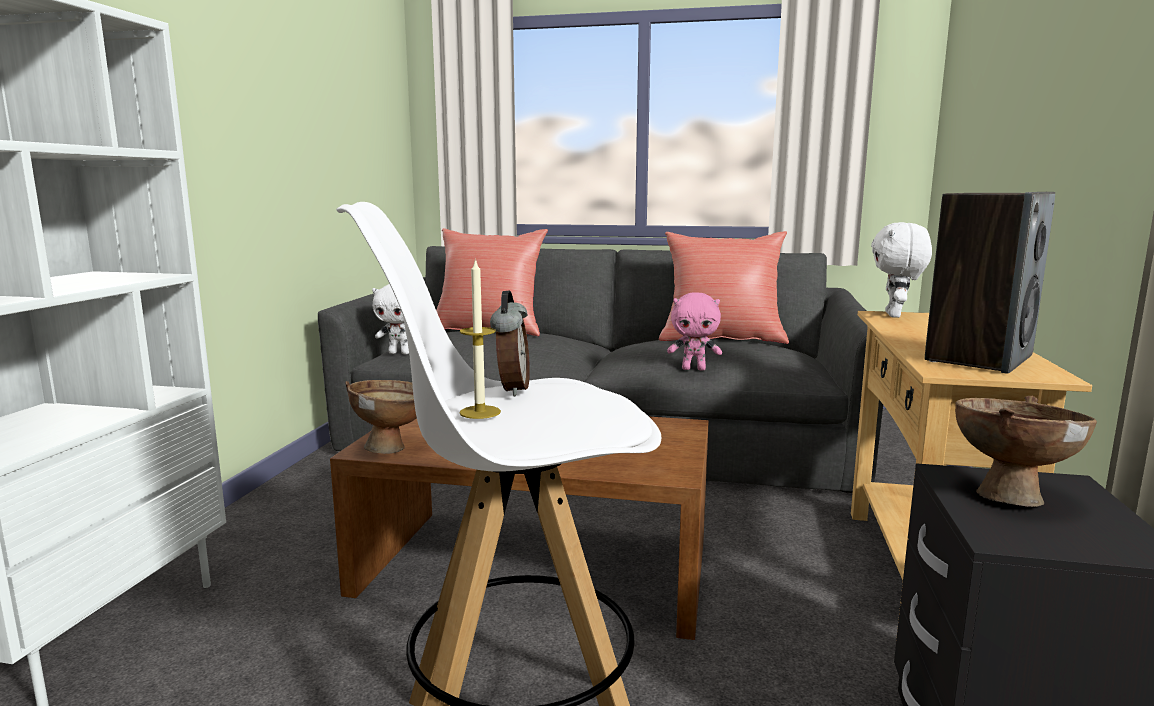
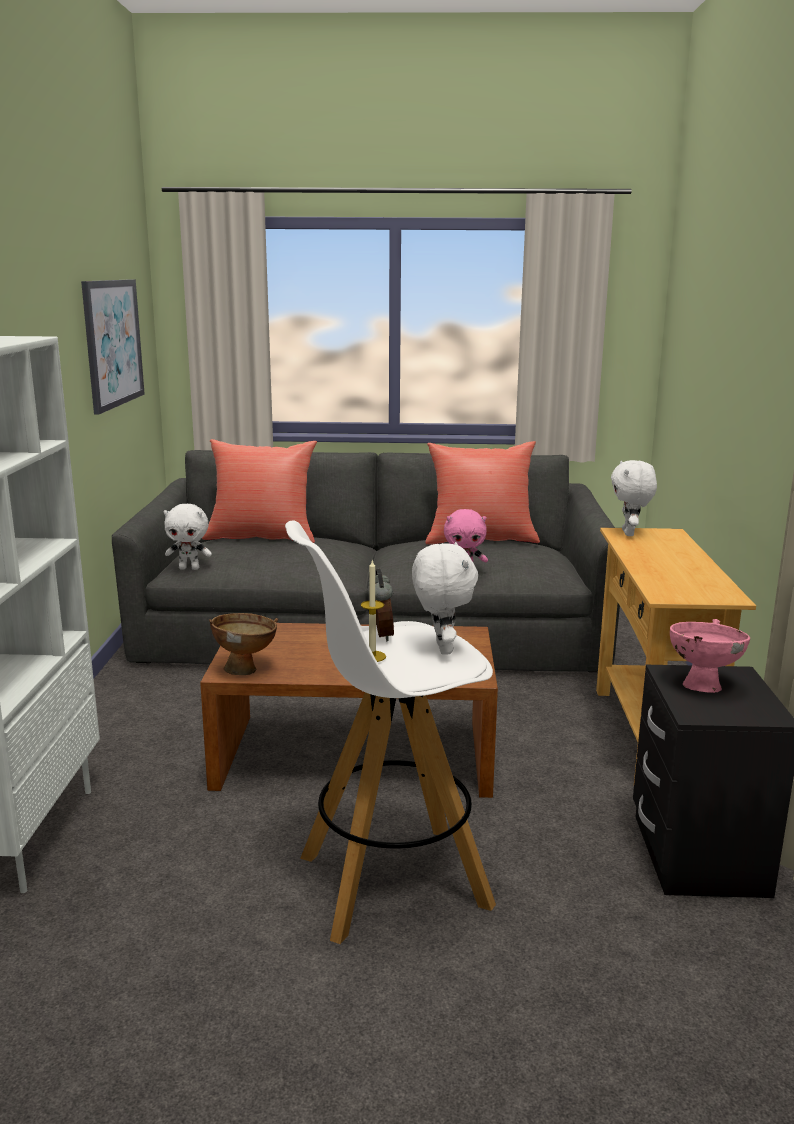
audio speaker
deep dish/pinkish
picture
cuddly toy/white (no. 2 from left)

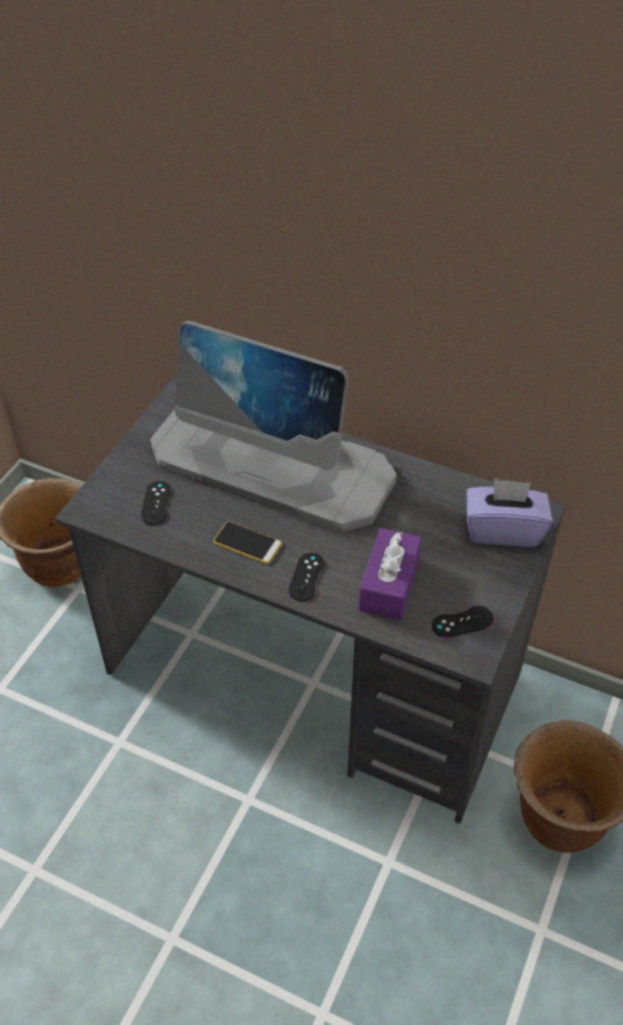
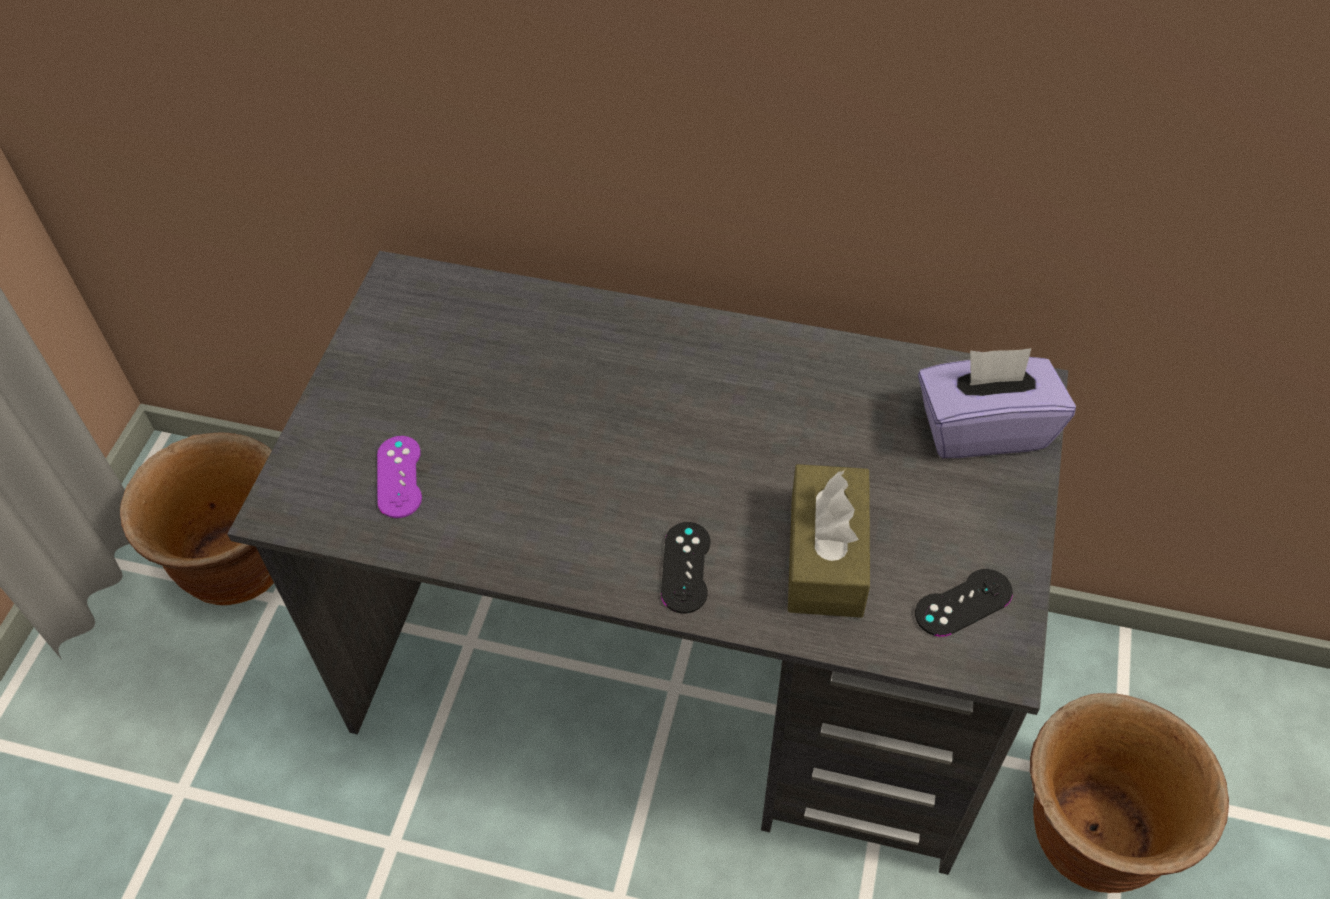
computer display
joypad/purple
handset
tissue box/brownish

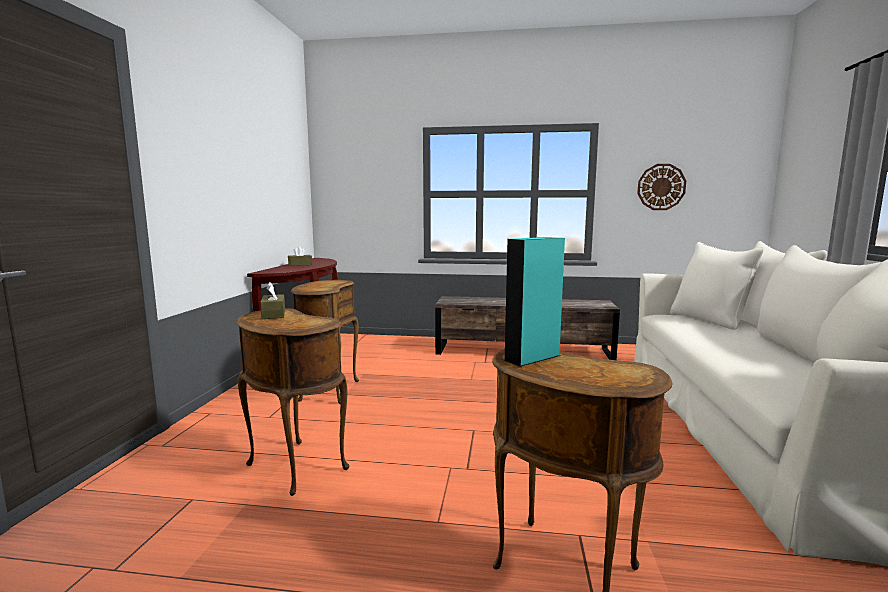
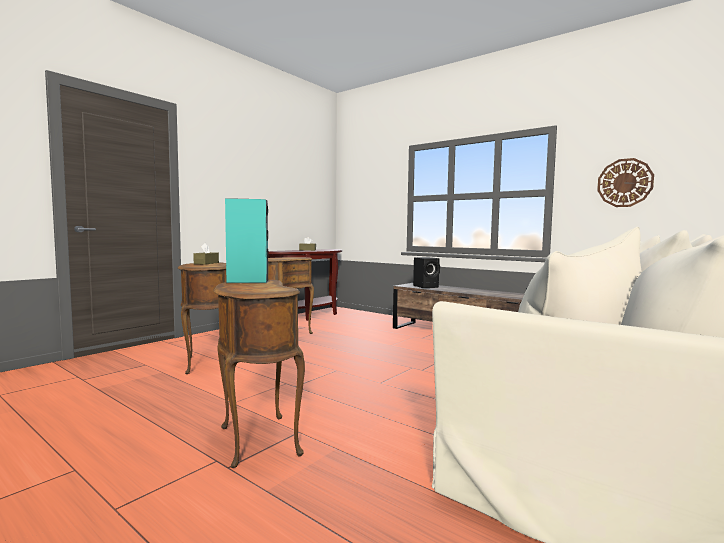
audio speaker/black-coloured

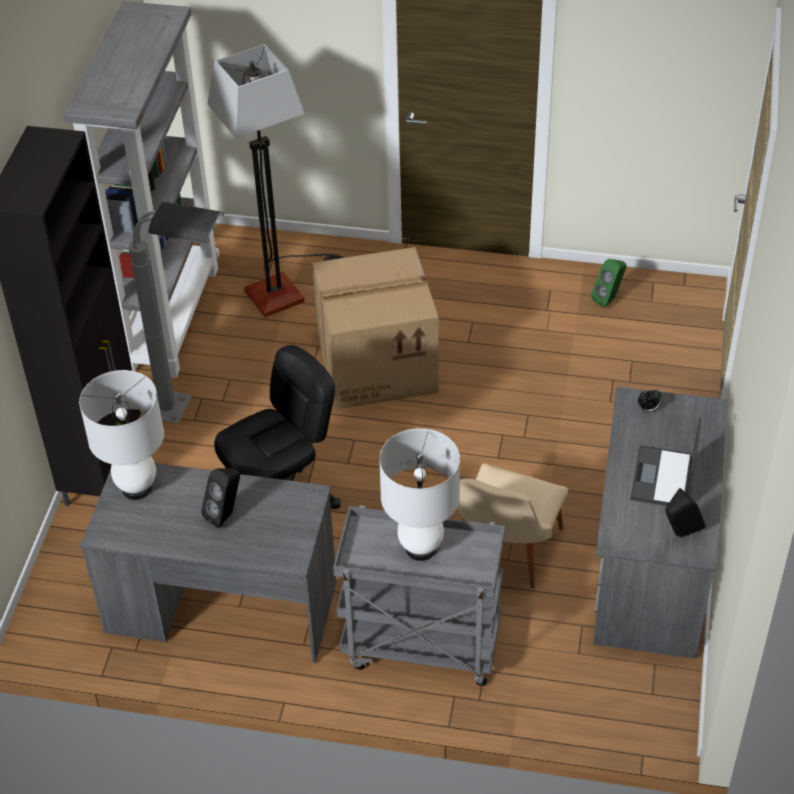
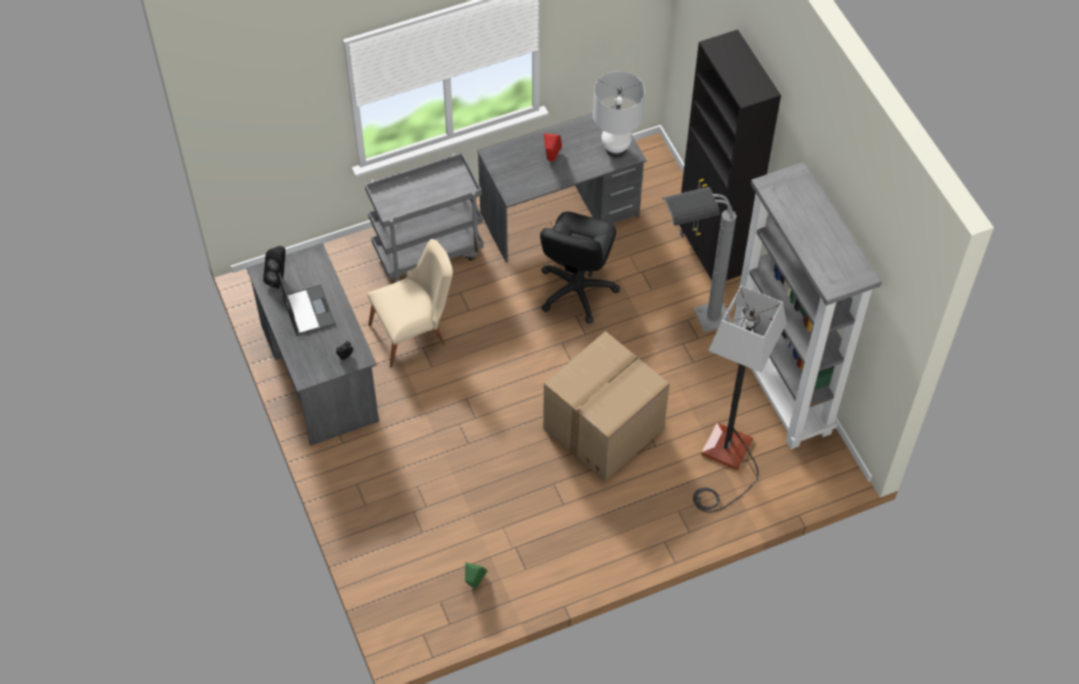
tabletop lamp/white (no. 2 from left in the first image)
upright chair/beige
audio speaker/red-coloured

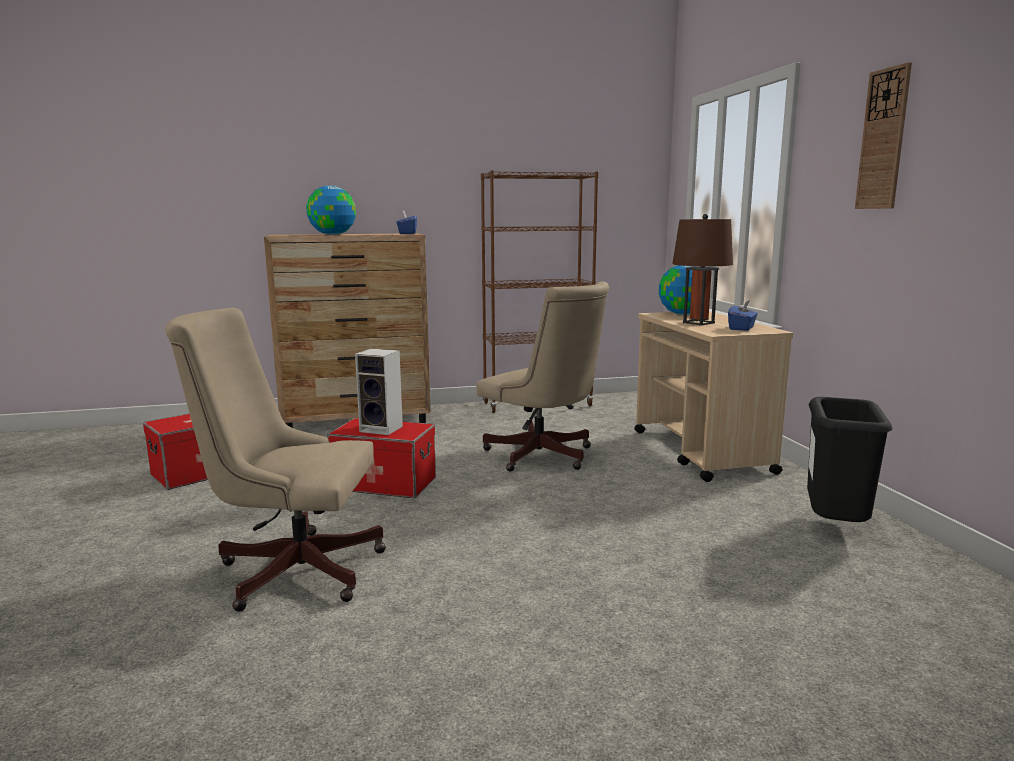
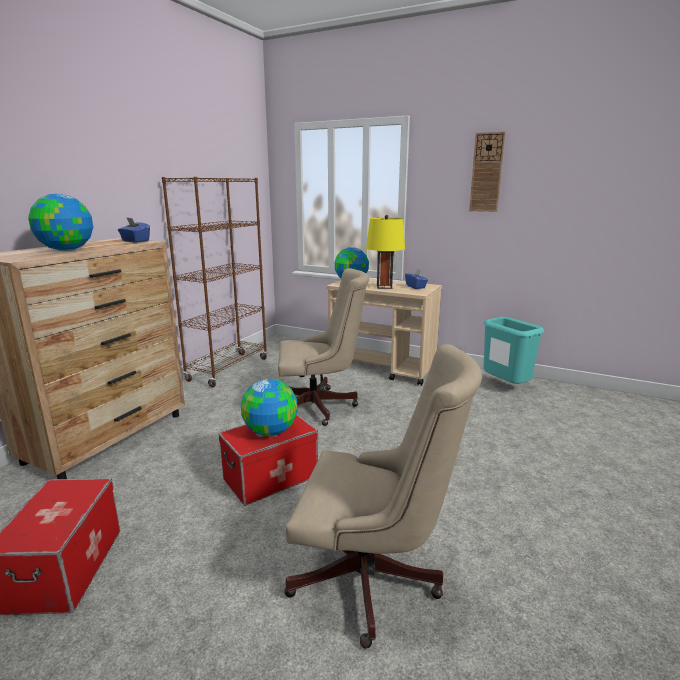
tabletop lamp/yellowish
office chair/beige (no. 2 from left)
globe (no. 2 from left)
waste bin/blue-green

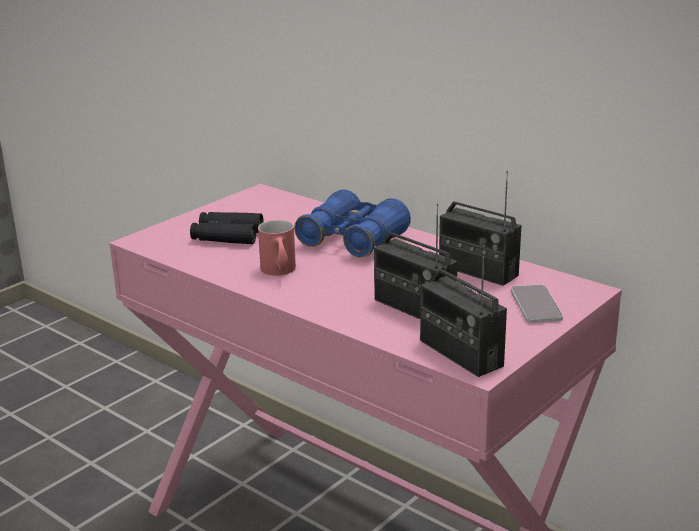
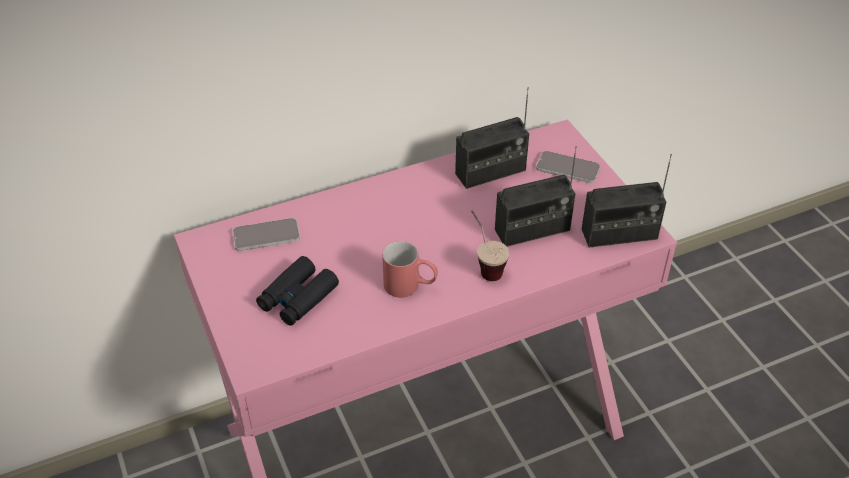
field glasses/bluish
cup
handset (no. 1 from left)

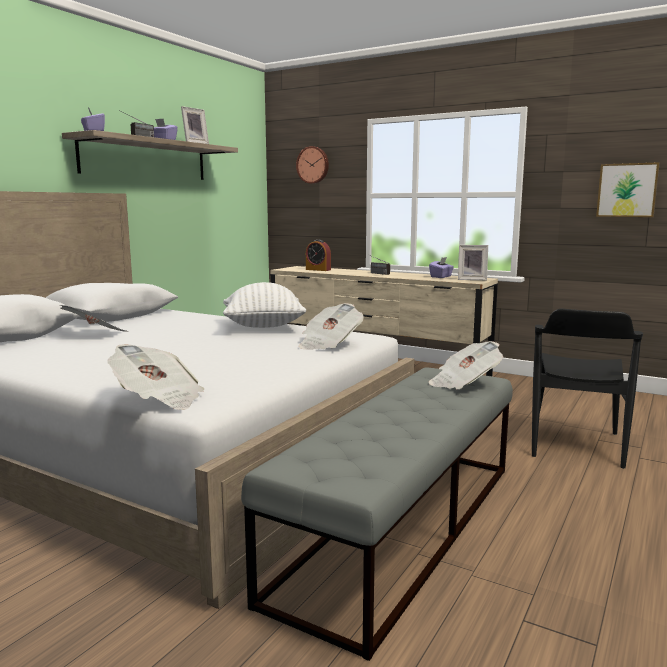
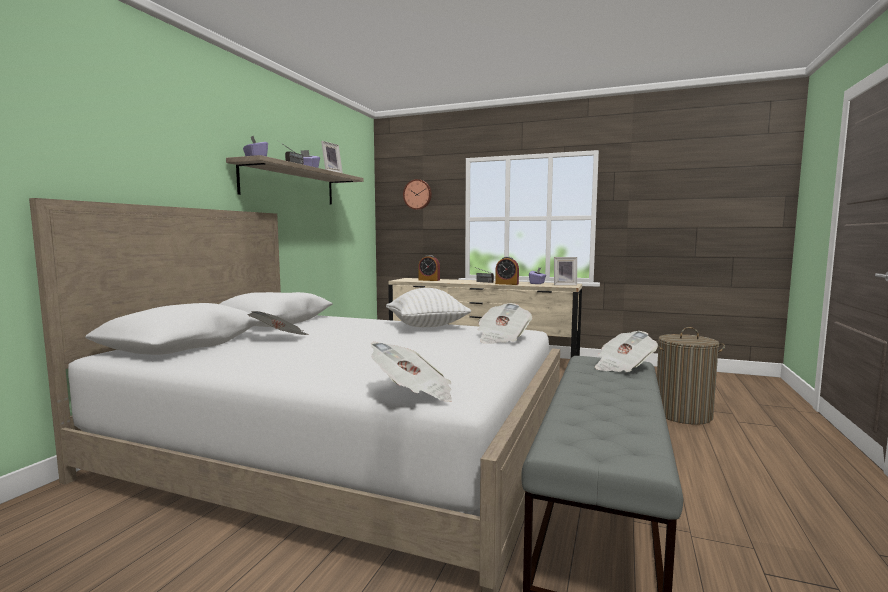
picture
hamper
table clock (no. 2 from left)

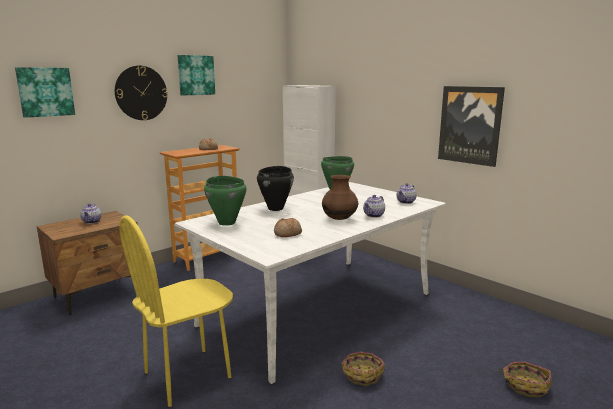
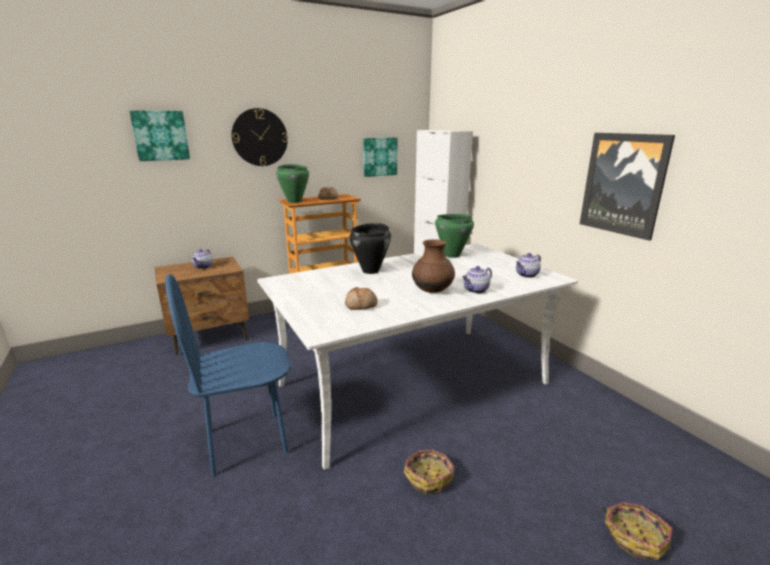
picture (no. 2 from left)
saucepot/green (no. 1 from left)
upright chair/bluish

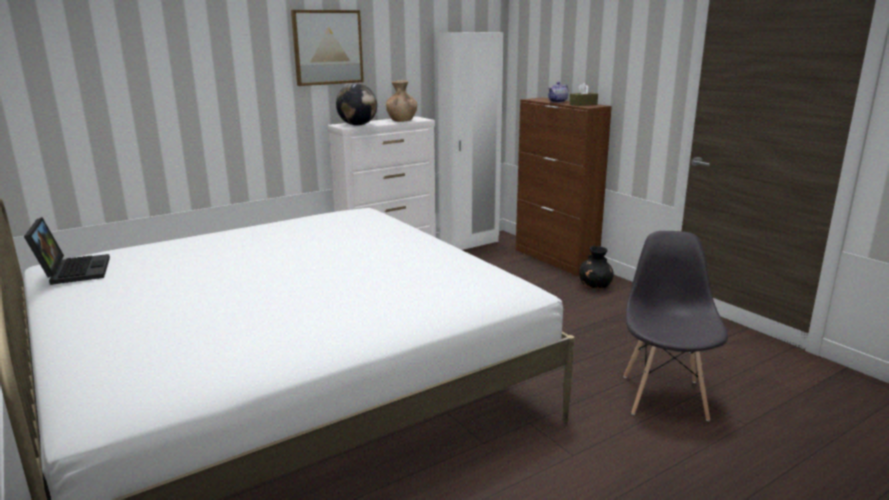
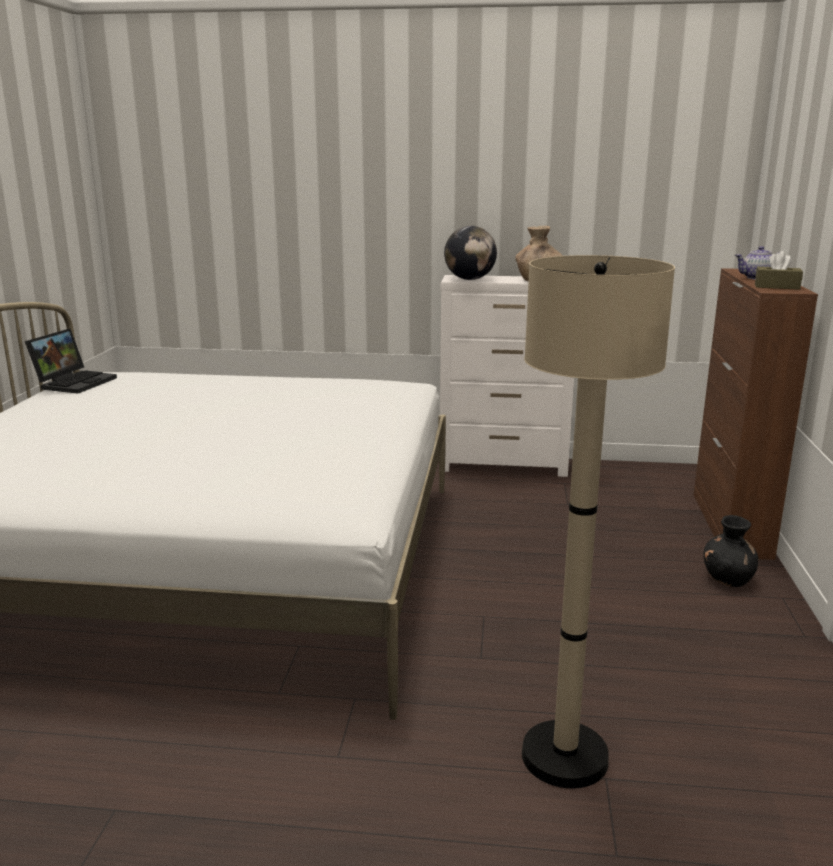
picture
armoire/white
floor lamp/beige

